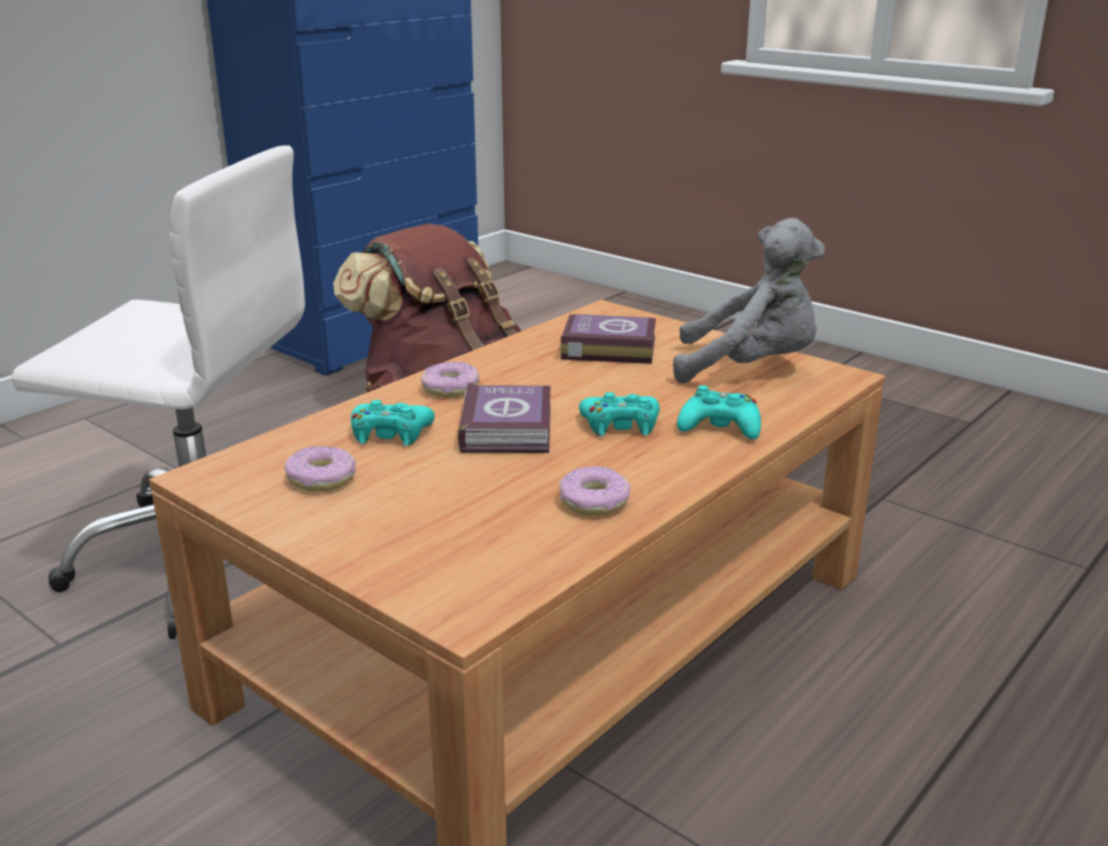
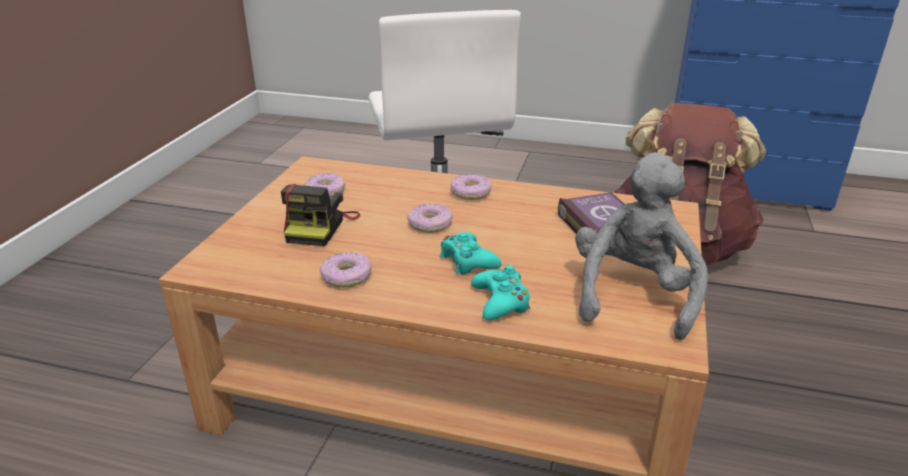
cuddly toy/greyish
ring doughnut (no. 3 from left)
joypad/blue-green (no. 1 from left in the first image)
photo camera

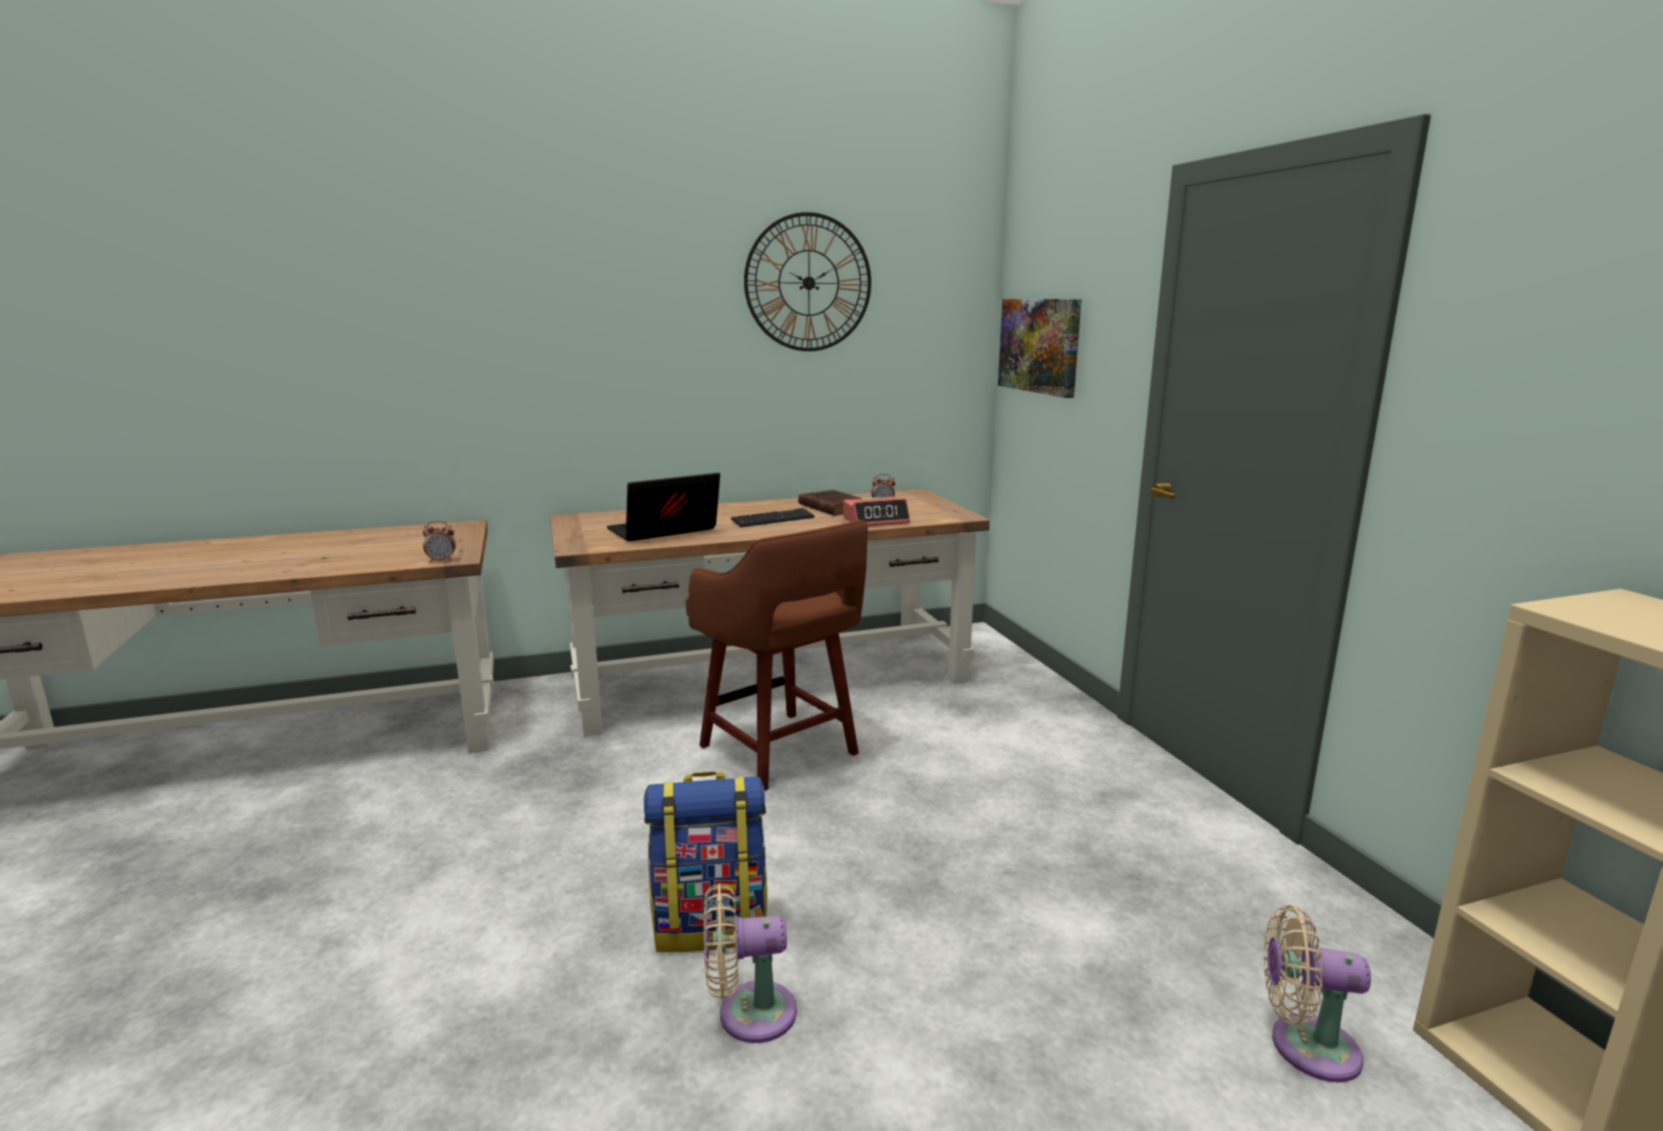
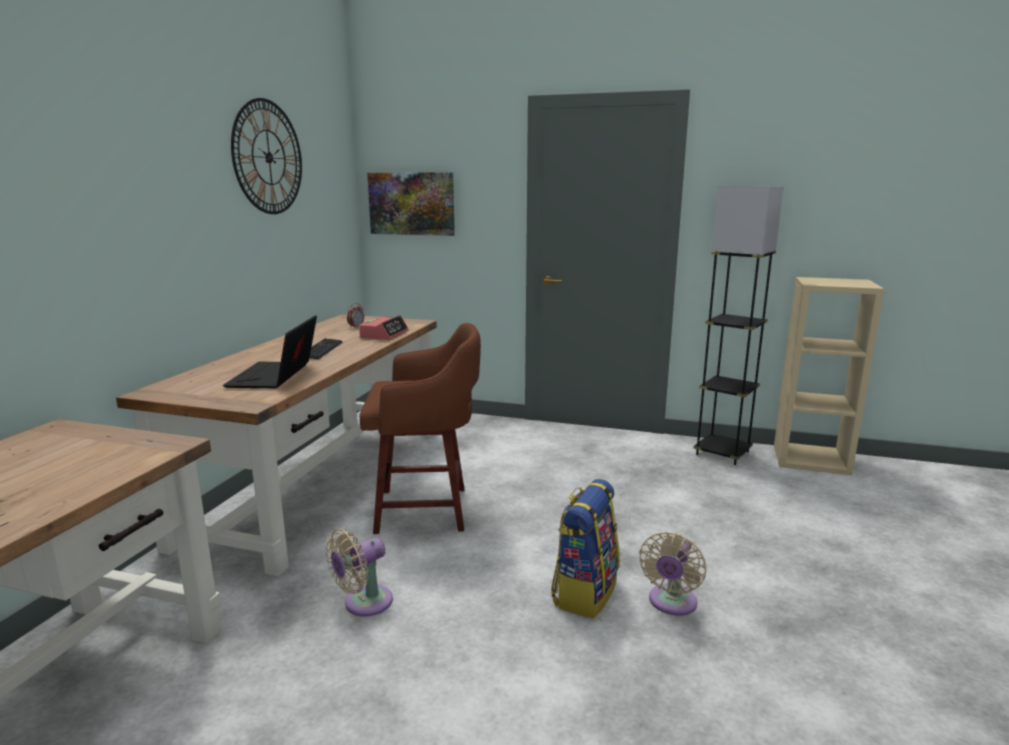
book/brownish
table clock (no. 1 from left in the first image)
cooling fan/beige (no. 1 from left)
floor lamp/black-coloured

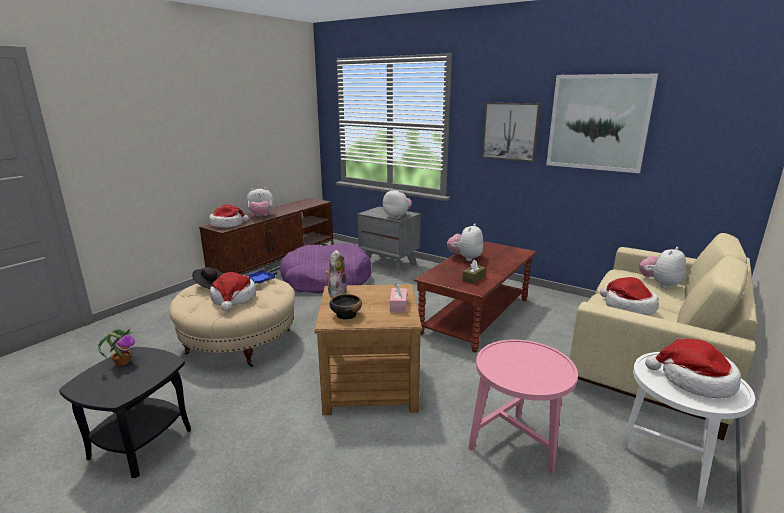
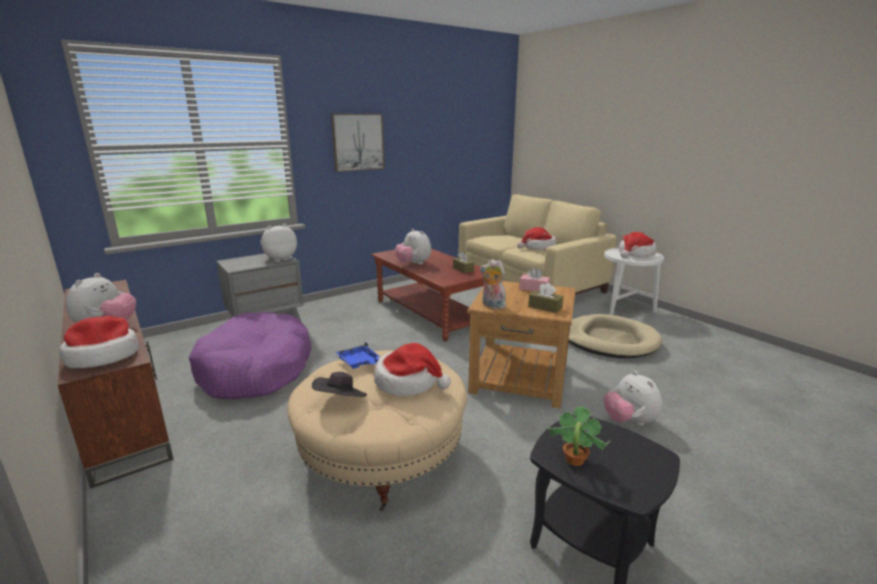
picture (no. 2 from left in the first image)
cuddly toy (no. 5 from left)
tissue box/brownish (no. 2 from left)
dog cushion/beige

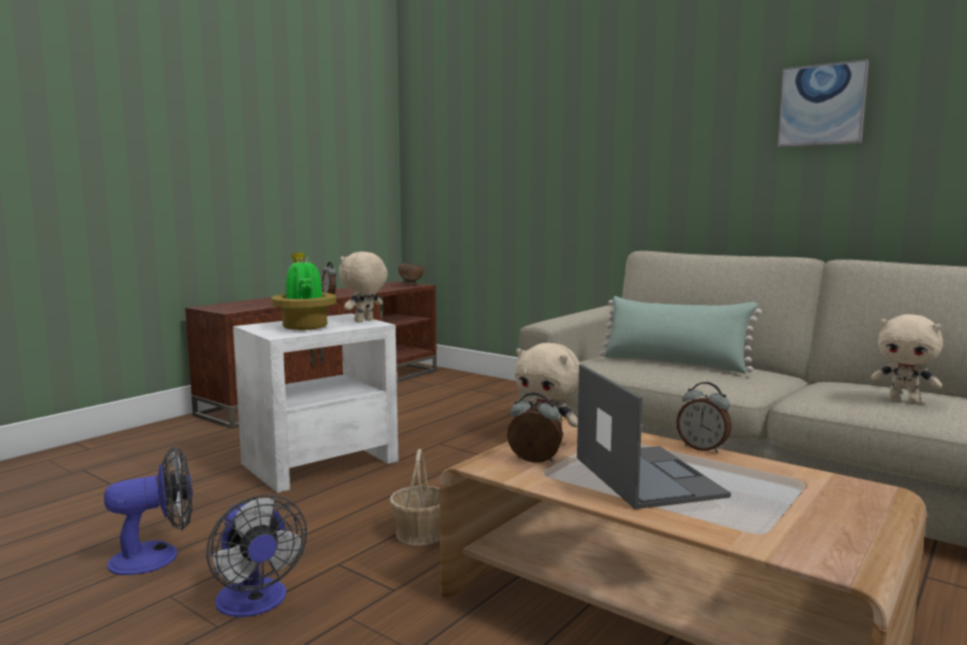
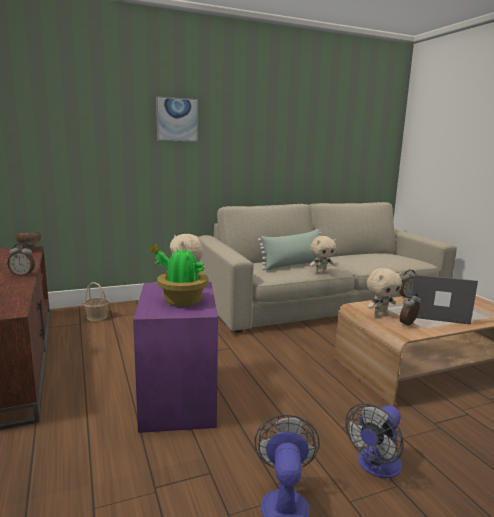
picture
accent table/purple
cuddly toy/beige (no. 2 from left)
storage basket
cooling fan (no. 2 from left)

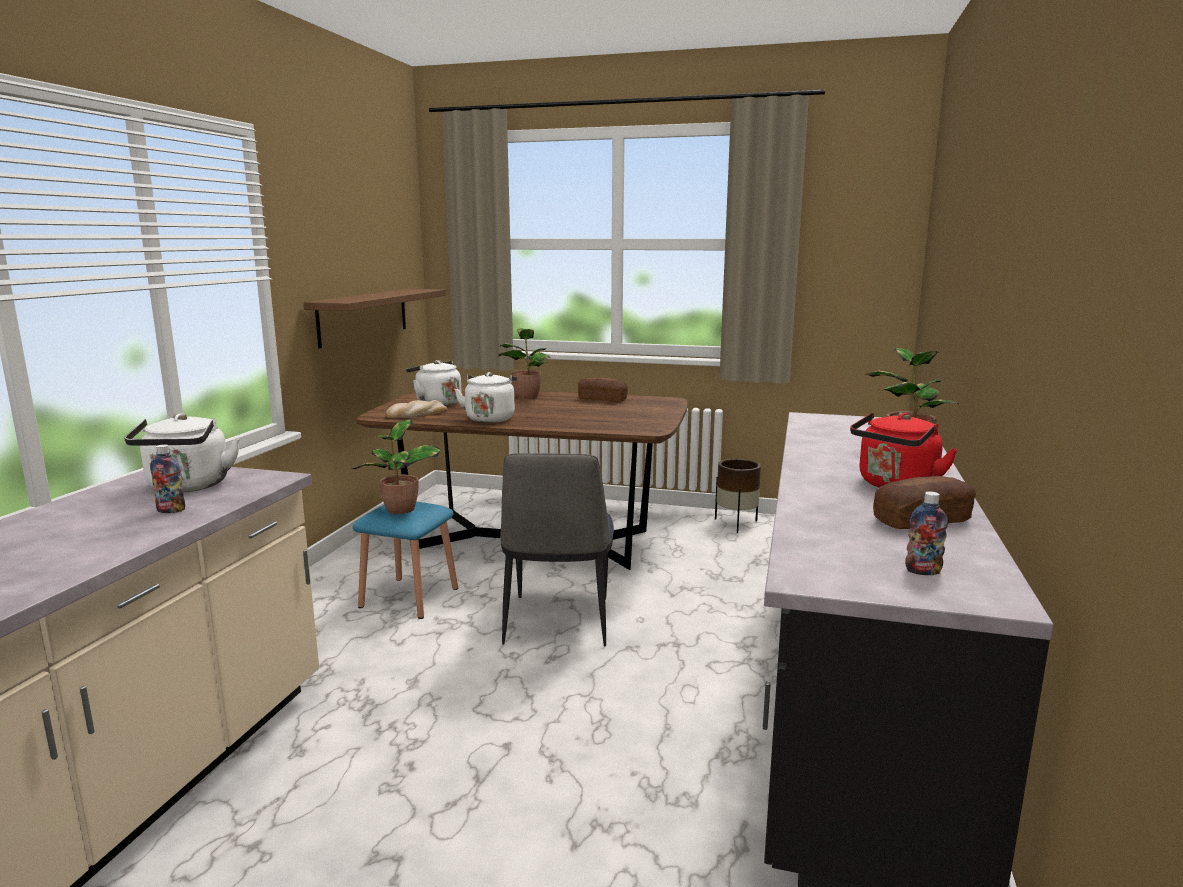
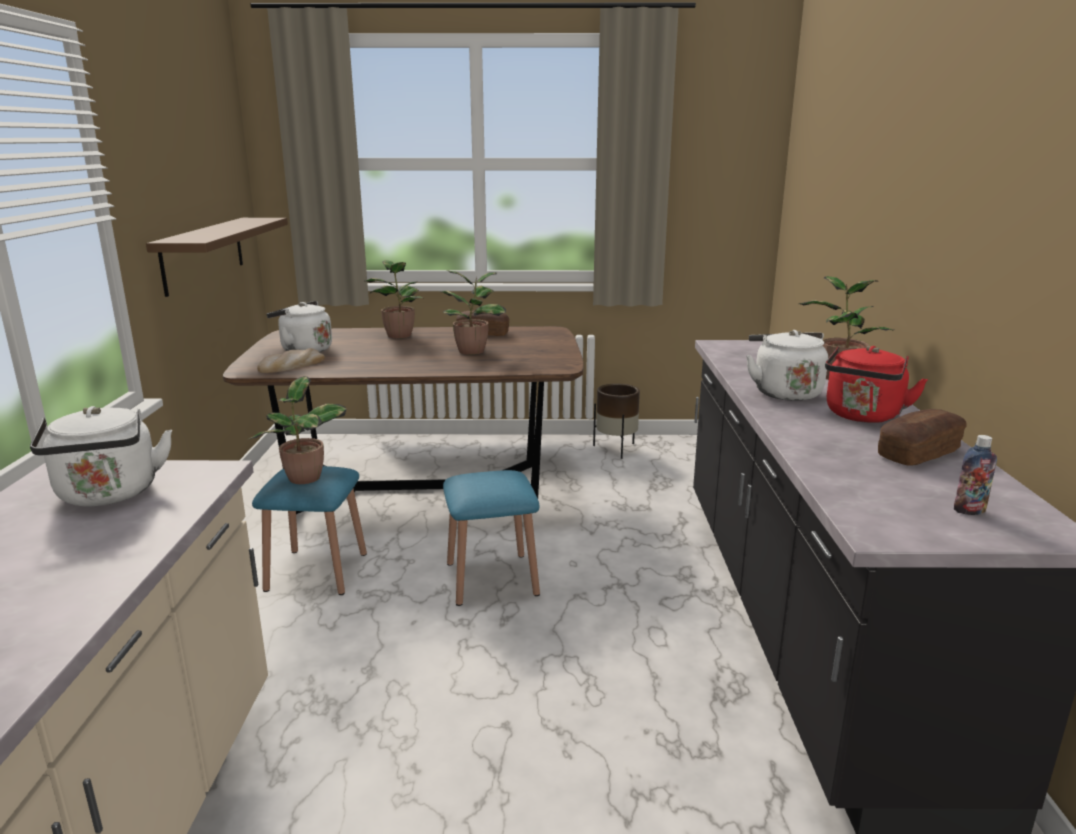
water kettle/white (no. 3 from left)
drink bottle (no. 1 from left in the first image)
stool/bluish (no. 2 from left)
plant in a pot (no. 3 from left)

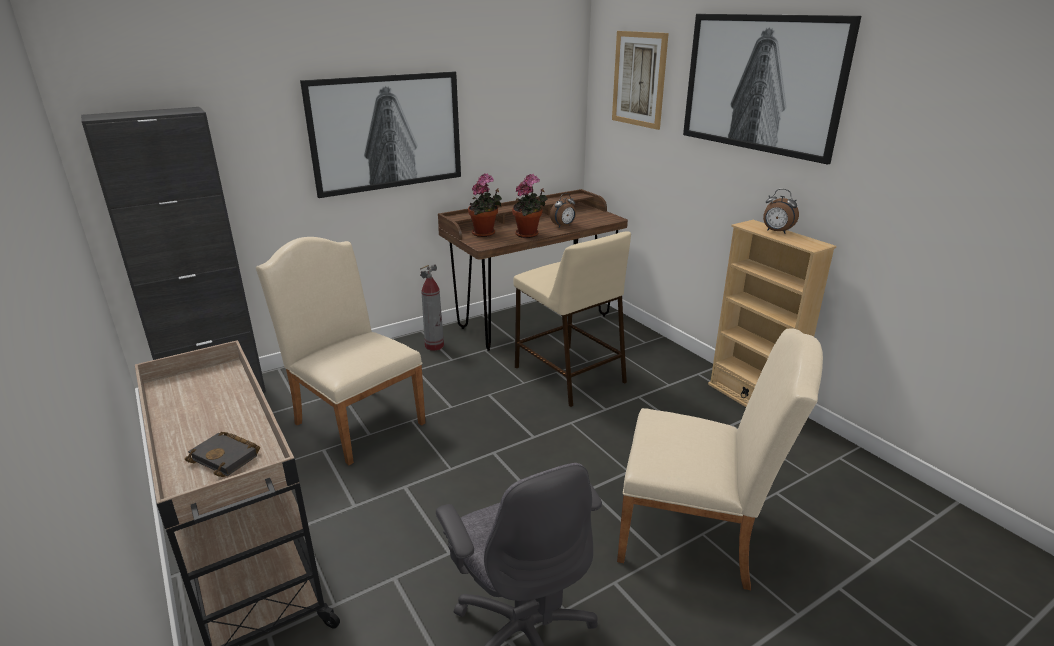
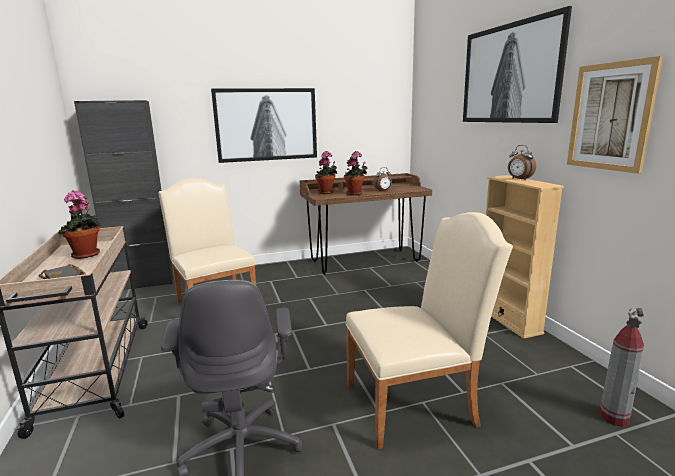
picture (no. 3 from left)
stool/beige
fire extinguisher
upright chair/beige (no. 2 from left)
plant in a pot (no. 1 from left)

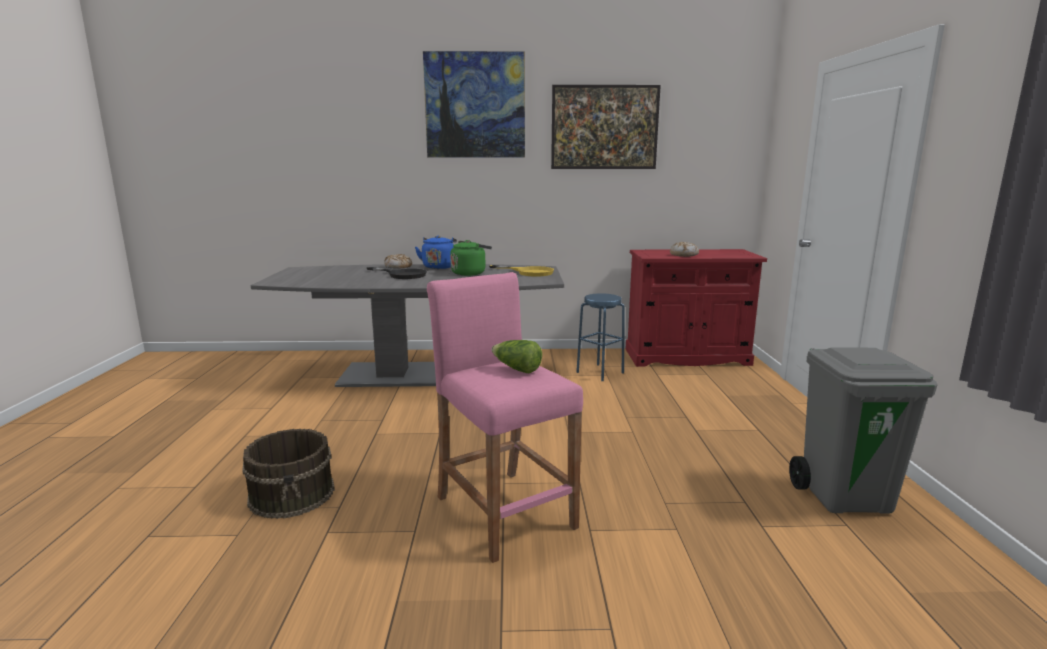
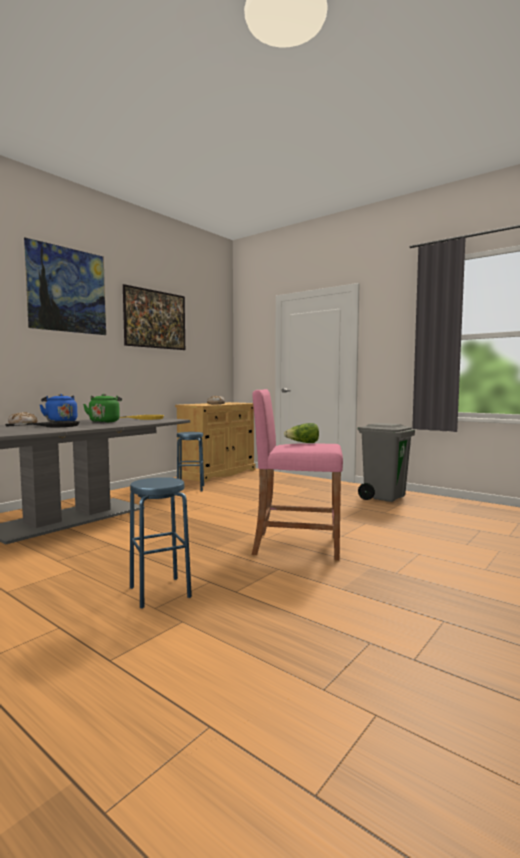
cupboard/beige
stool/bluish (no. 1 from left)

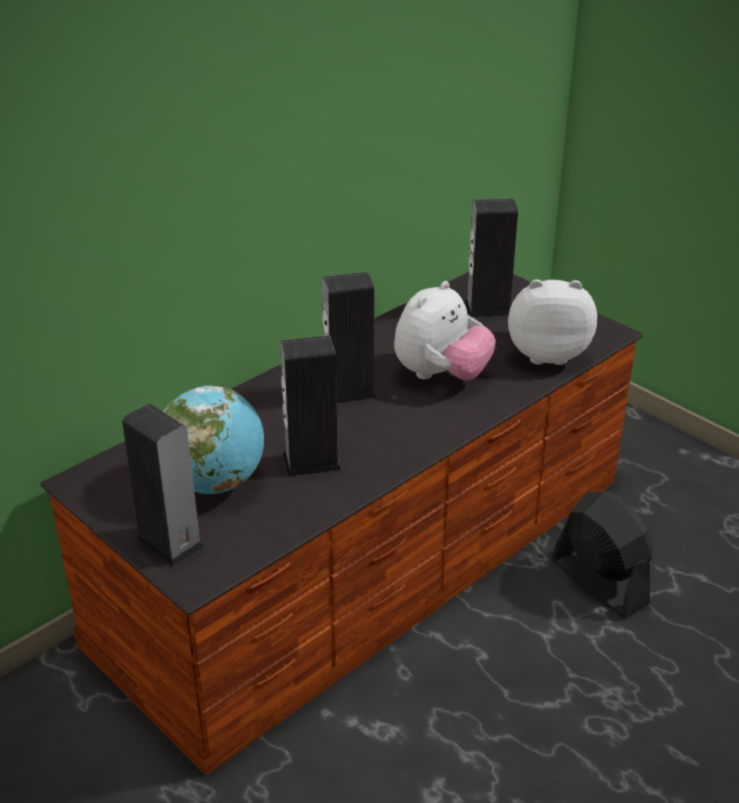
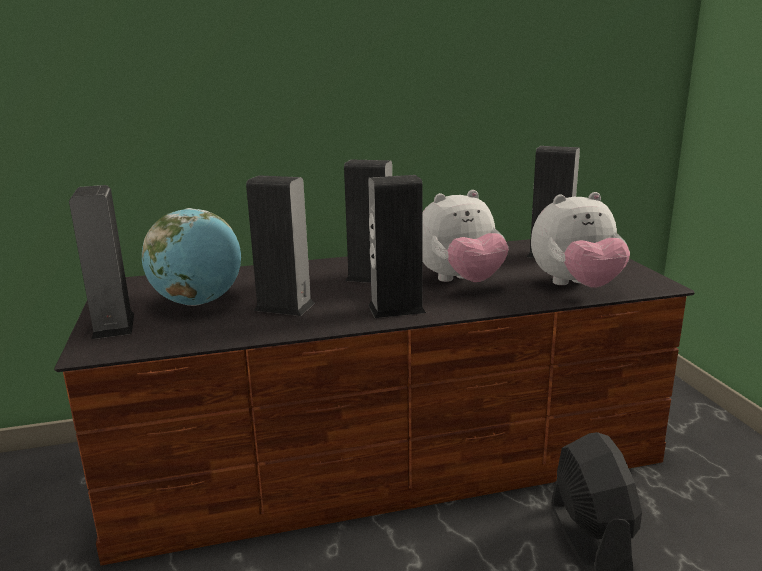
cuddly toy (no. 2 from left)
audio speaker (no. 4 from left)

